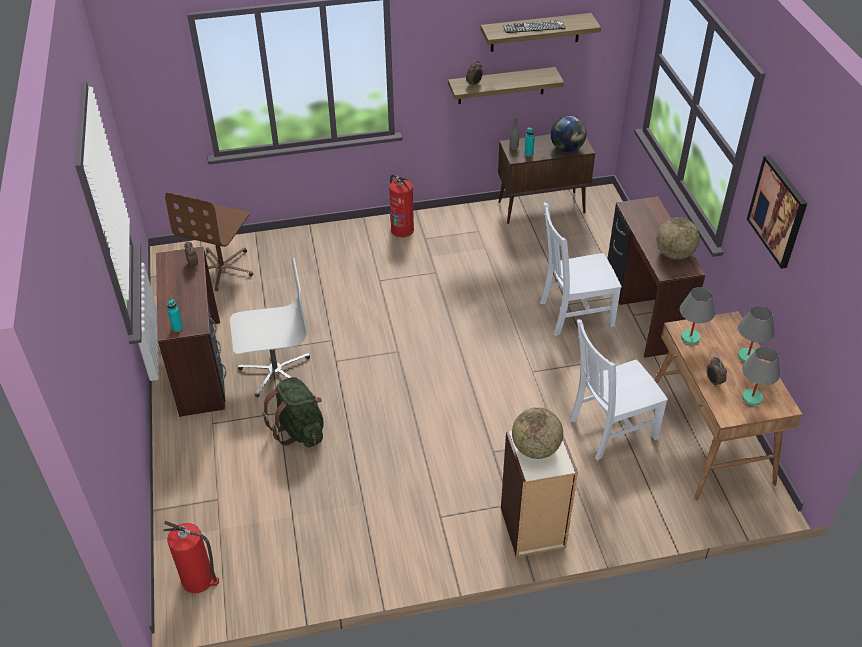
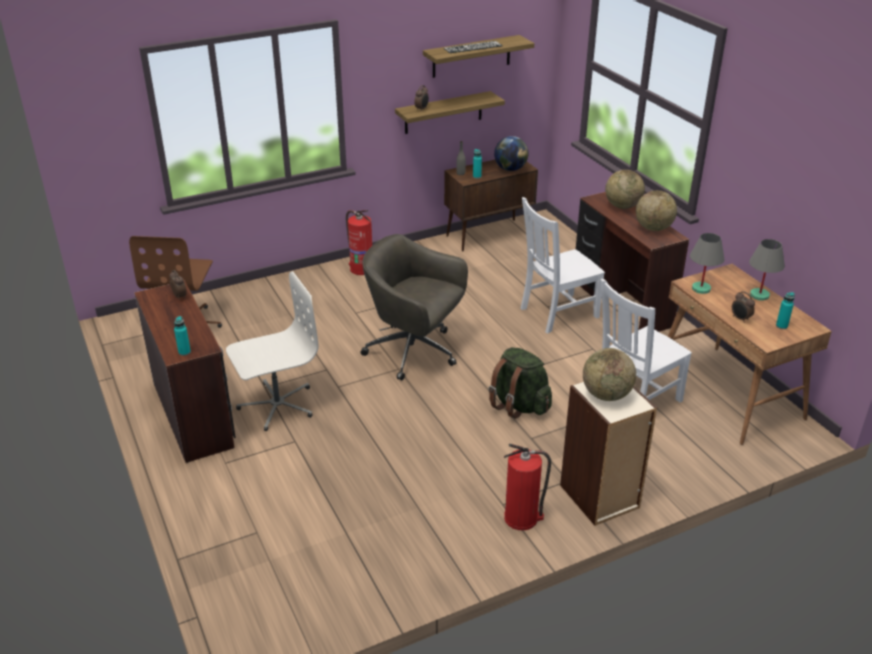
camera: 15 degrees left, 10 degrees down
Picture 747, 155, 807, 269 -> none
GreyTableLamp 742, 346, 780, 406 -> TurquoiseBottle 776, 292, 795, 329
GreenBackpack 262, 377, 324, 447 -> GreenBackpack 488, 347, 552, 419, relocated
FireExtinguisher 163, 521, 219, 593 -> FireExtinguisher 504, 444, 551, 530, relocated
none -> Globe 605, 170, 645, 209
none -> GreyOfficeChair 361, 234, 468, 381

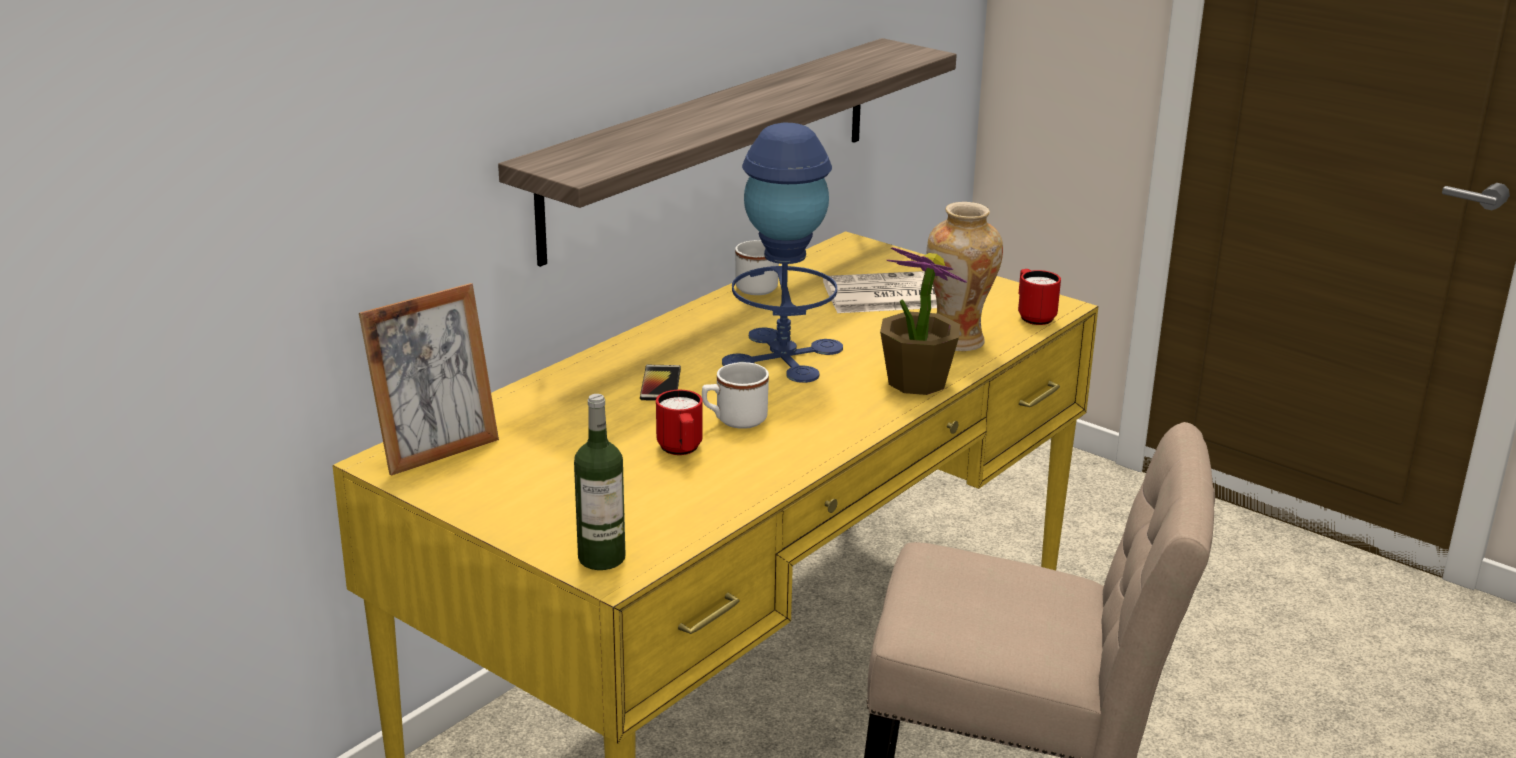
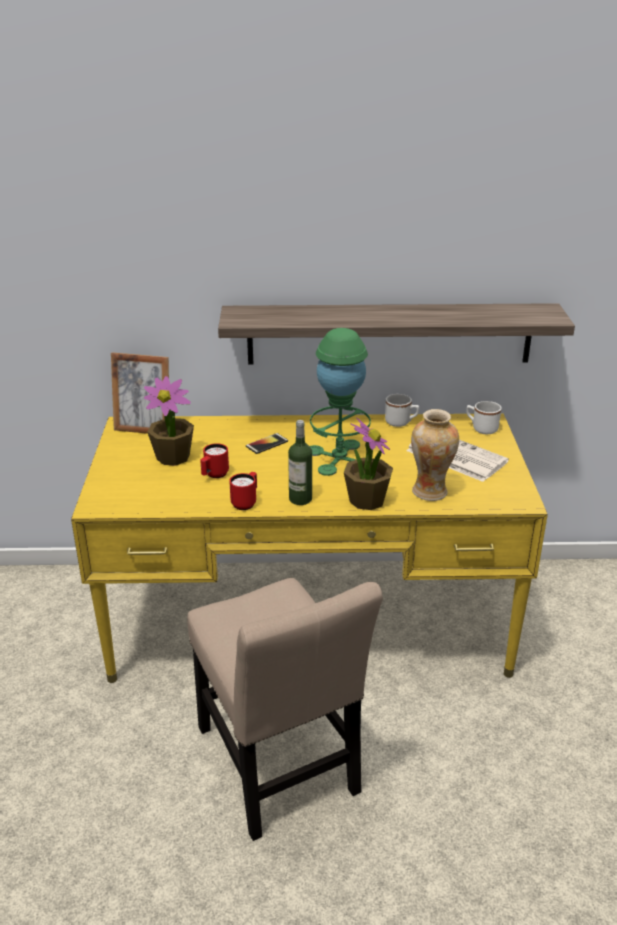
camera: 50 degrees right, 5 degrees up
BlueTableLamp 722, 123, 843, 383 -> GreenTableLamp 310, 328, 371, 476
RedMug 1018, 269, 1061, 325 -> RedMug 229, 472, 257, 510, relocated
WhiteMug 702, 362, 769, 429 -> WhiteMug 466, 401, 502, 434, relocated
Bottle 574, 394, 625, 570 -> Bottle 288, 420, 312, 505, relocated
none -> PottedPlant 144, 376, 194, 466

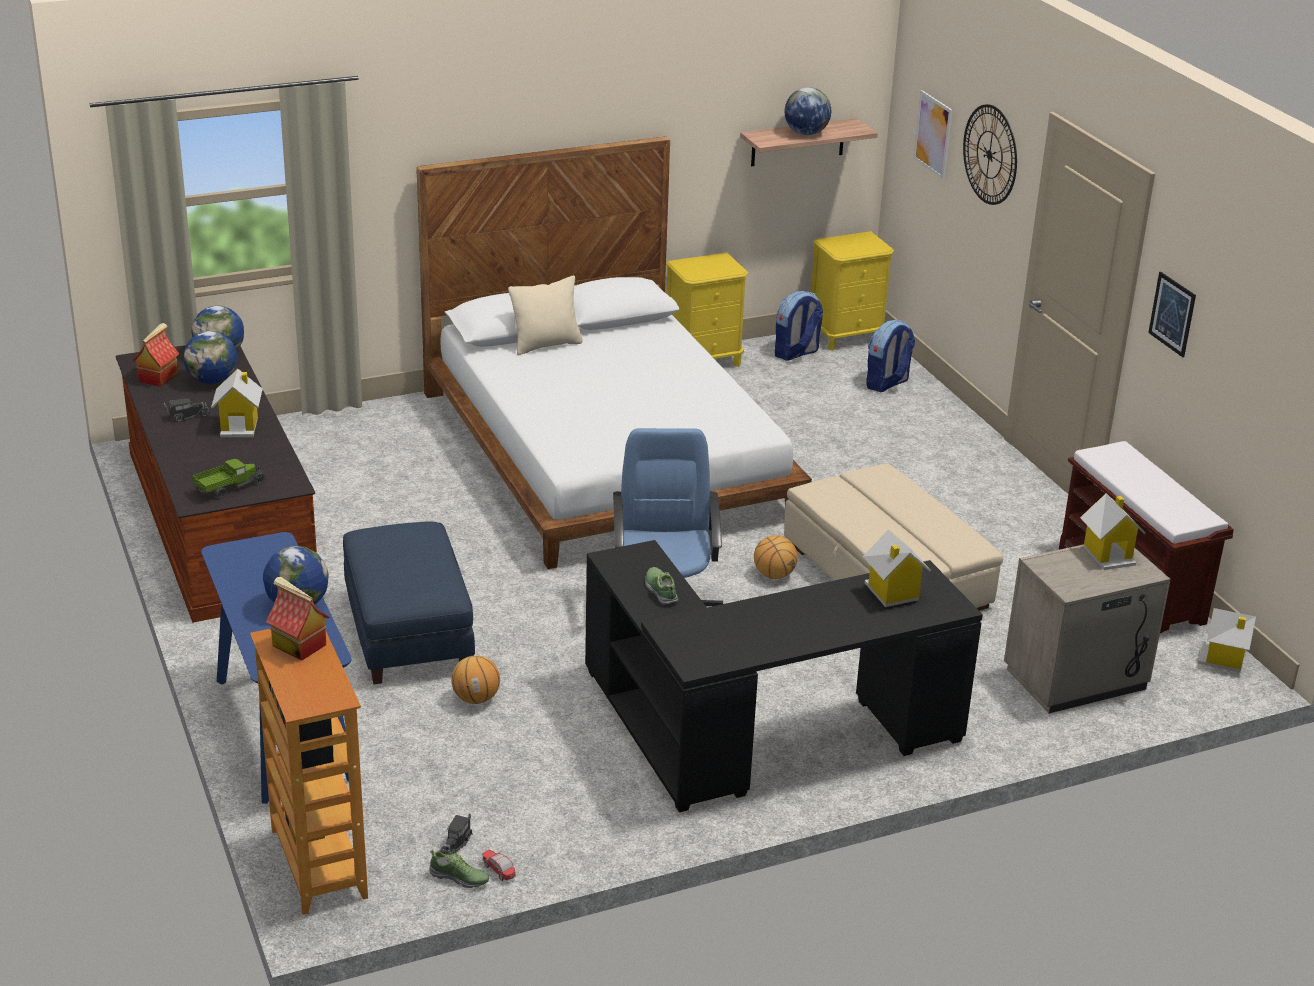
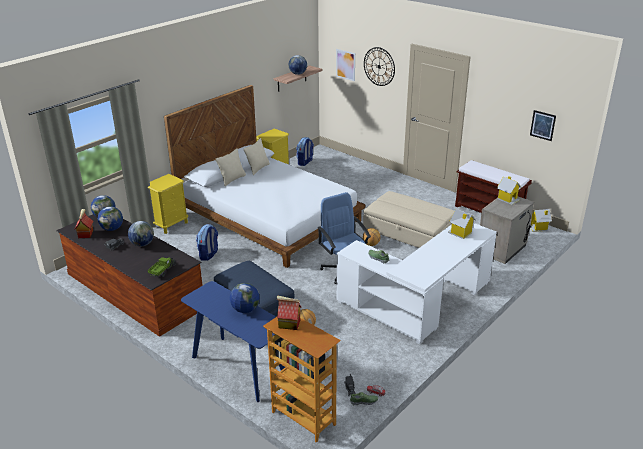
camera: 25 degrees left, 0 degrees up
YellowNightstand 811, 231, 894, 350 -> YellowNightstand 147, 174, 188, 234, relocated
Picture 1148, 272, 1196, 357 -> Picture 530, 110, 556, 141, relocated
Backpack 866, 320, 915, 392 -> Backpack 196, 224, 218, 261, relocated
ToyHouse 211, 369, 263, 437 -> Globe 128, 221, 154, 246
BlackDesk 585, 540, 983, 812 -> WhiteDesk 337, 223, 497, 344
none -> BeigePillow 244, 138, 270, 175

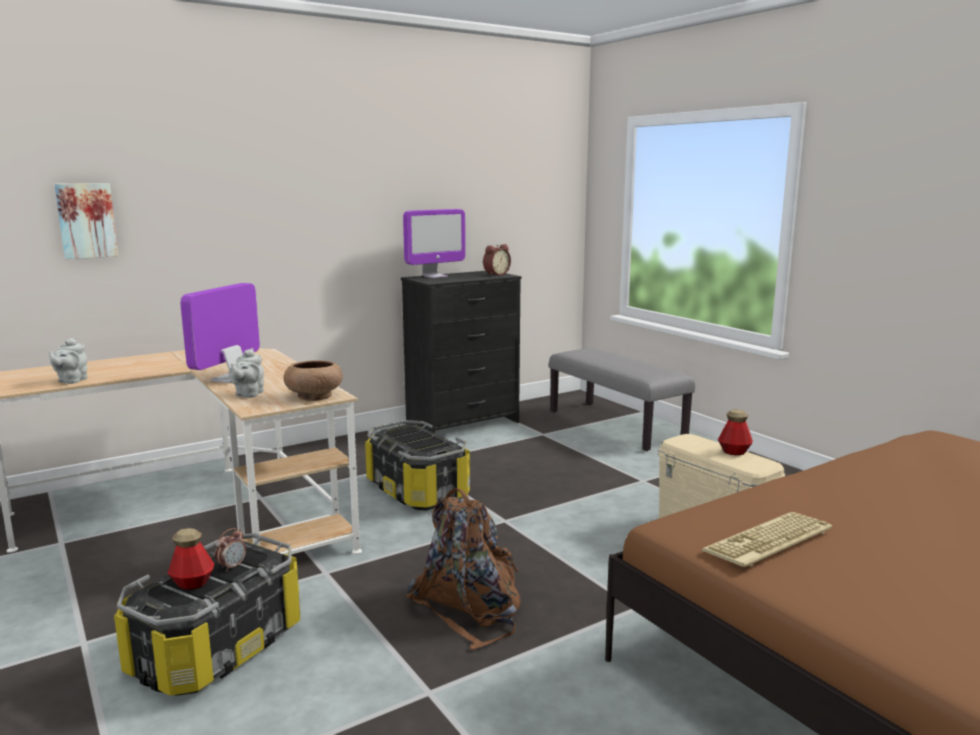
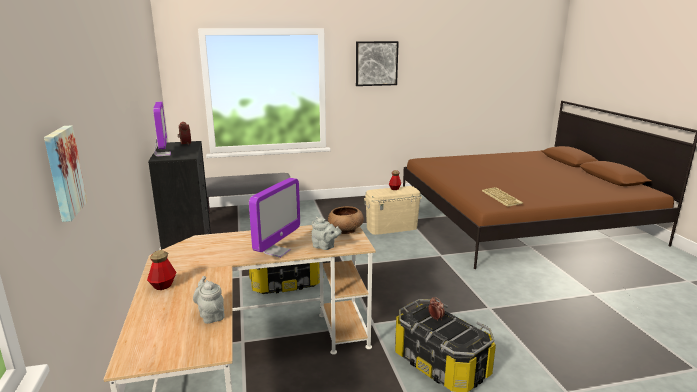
camera: 70 degrees left, 5 degrees up
Monitor 180, 283, 260, 383 -> Monitor 249, 178, 300, 258, 105 degrees counterclockwise
GreyTeapot 48, 337, 88, 384 -> GreyTeapot 193, 276, 225, 324, 150 degrees counterclockwise
BrownBackpack 407, 488, 521, 650 -> none
Bottle 167, 528, 214, 590 -> Bottle 147, 250, 176, 290, relocated
none -> Picture 356, 41, 399, 86

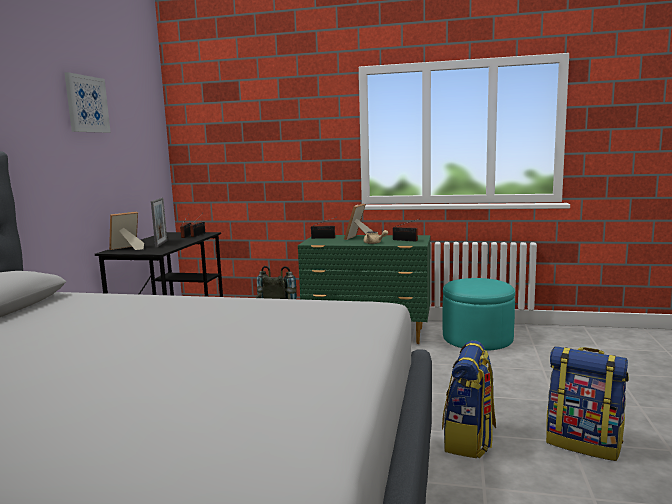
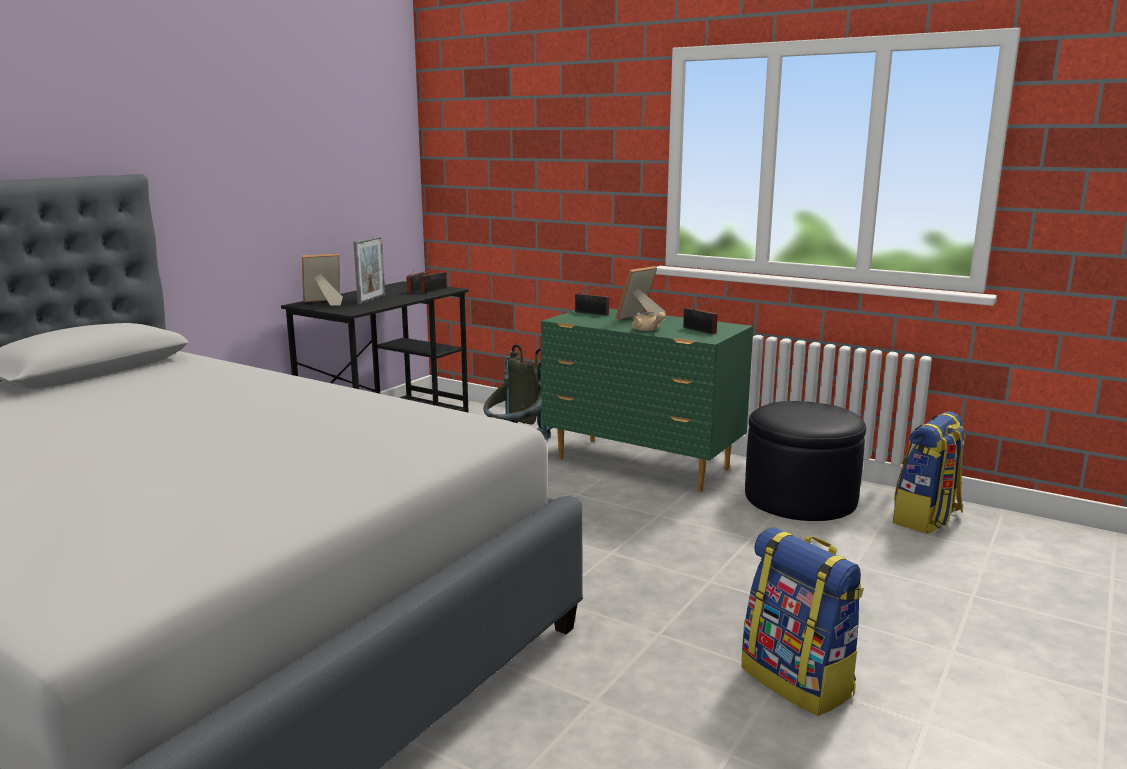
camera: 20 degrees right, 5 degrees up
Picture 65, 72, 111, 133 -> none
TurquoiseOttoman 442, 278, 515, 351 -> BlackOttoman 745, 401, 866, 521
Backpack 442, 340, 496, 458 -> Backpack 893, 411, 966, 534, relocated

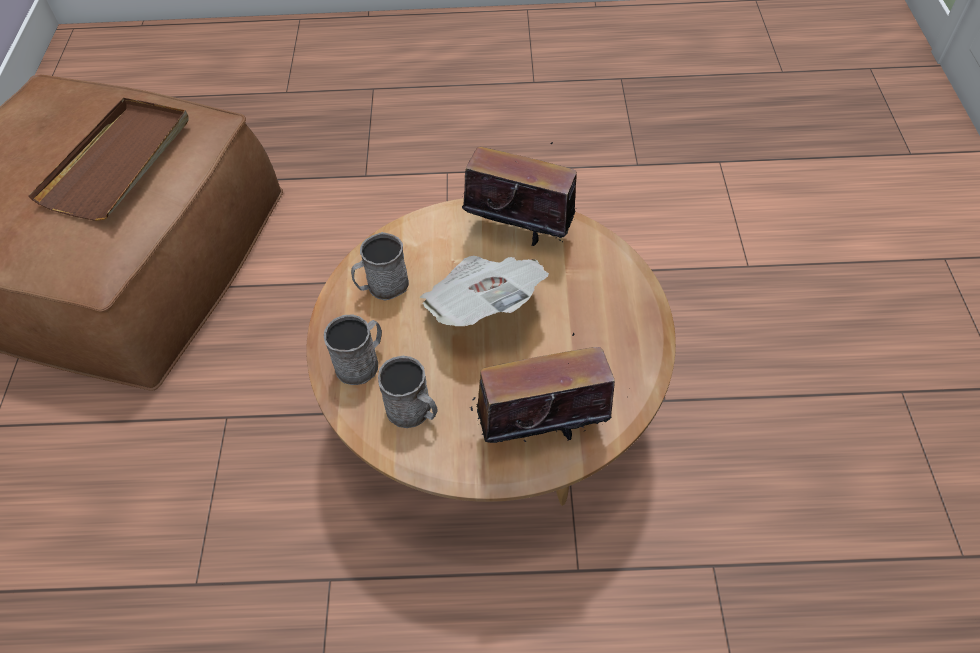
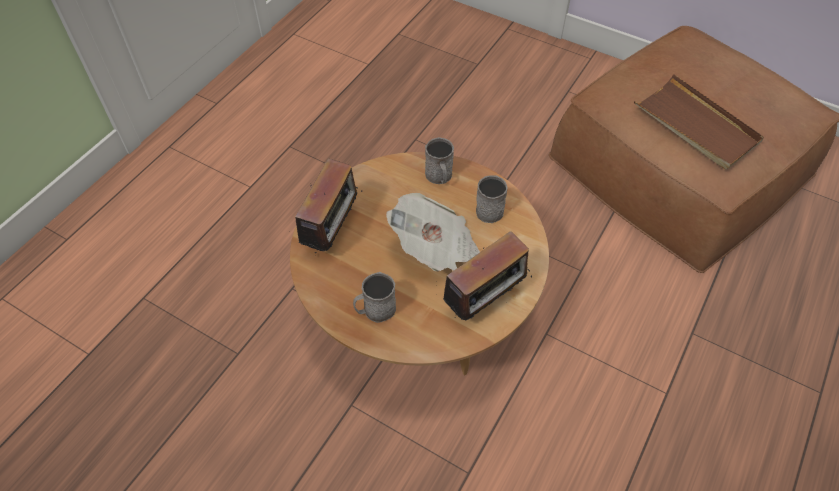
camera: 120 degrees right, 0 degrees up
GreyMug 378, 356, 438, 428 -> GreyMug 353, 272, 396, 323, relocated

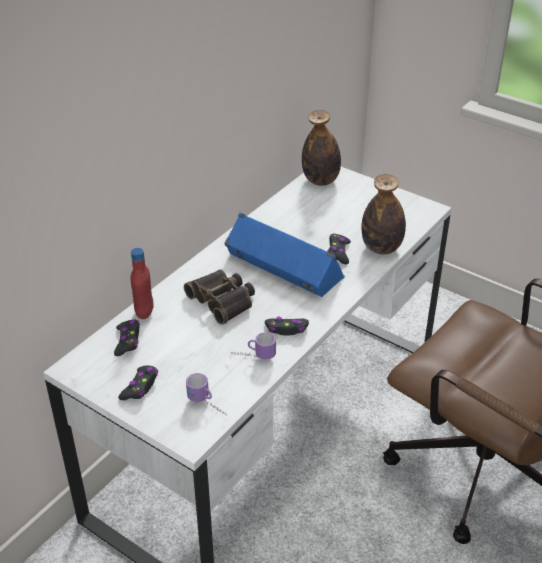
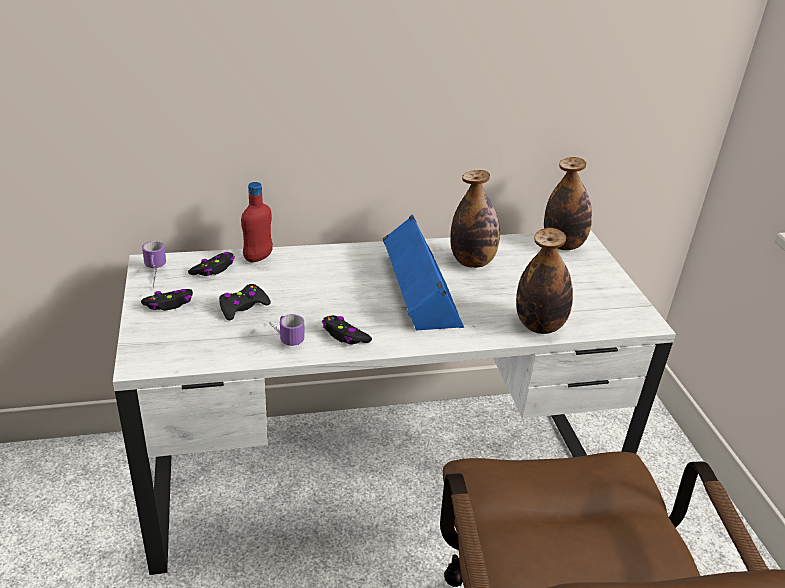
camera: 40 degrees right, 5 degrees down
BlackGameController 327, 233, 351, 264 -> BlackGameController 219, 284, 271, 321, relocated
Binoculars 184, 269, 255, 325 -> none
Mug 186, 373, 227, 416 -> Mug 142, 241, 166, 288, relocated
none -> Bottle 450, 170, 500, 268

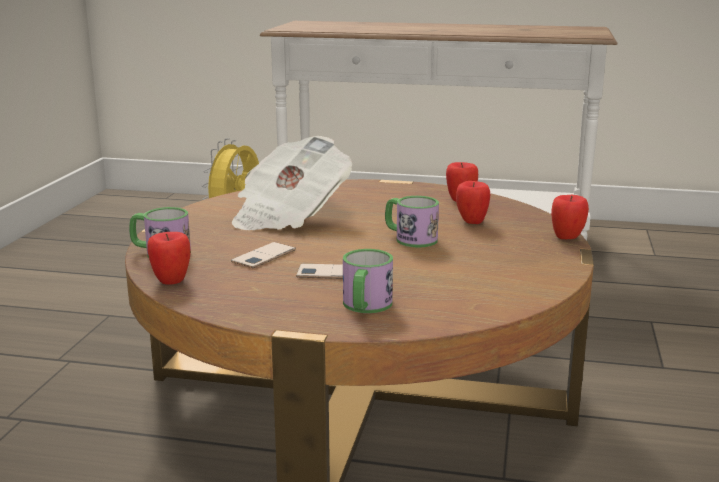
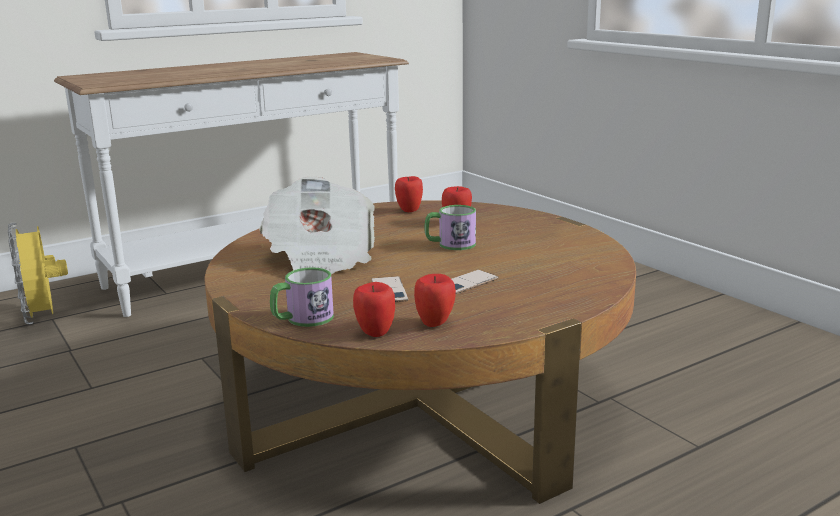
camera: 45 degrees left, 0 degrees up
Apple 551, 195, 589, 239 -> Apple 414, 274, 456, 327, relocated
Mug 343, 249, 393, 313 -> none

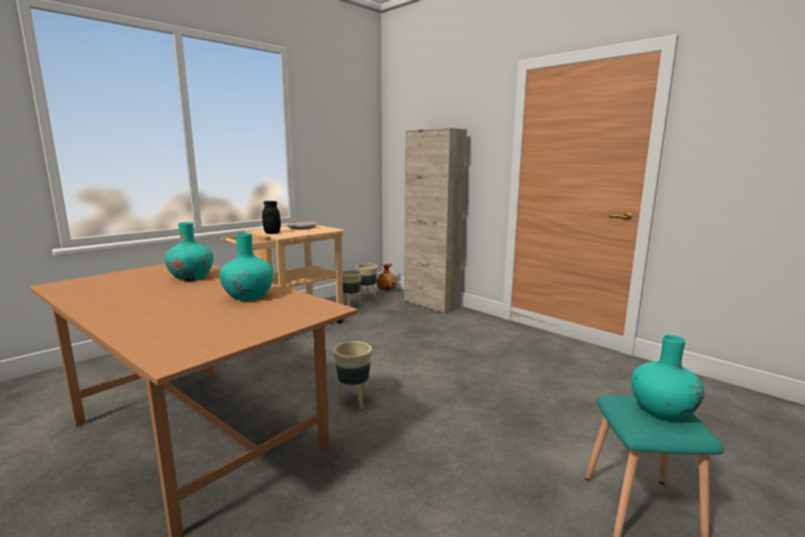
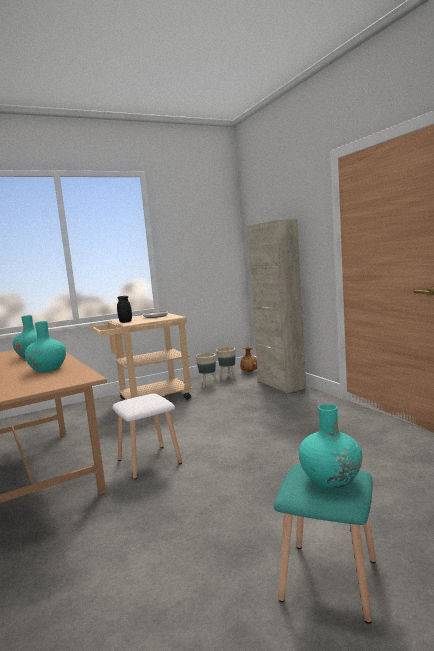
camera: 20 degrees right, 5 degrees down
BeigePlanter 334, 341, 372, 409 -> WhiteStool 112, 394, 182, 479

